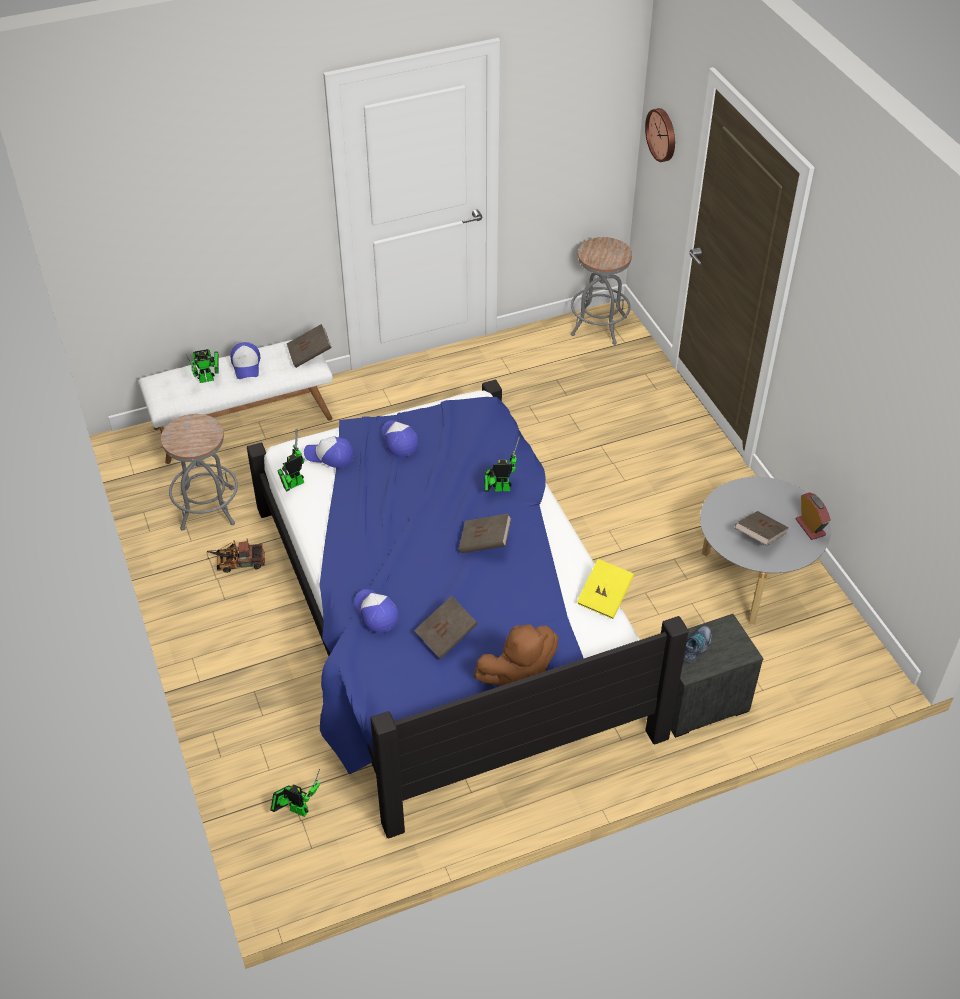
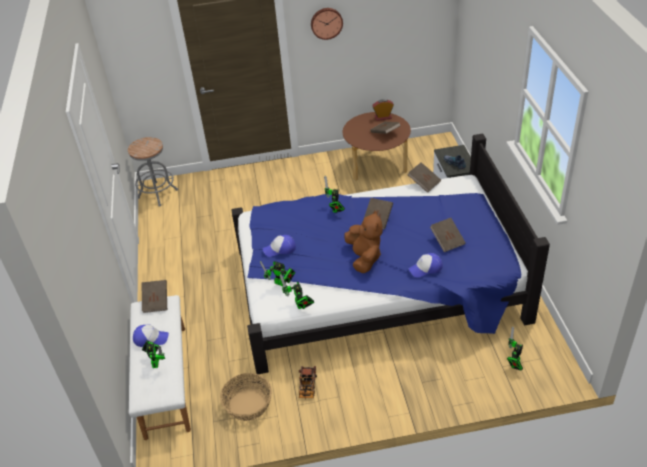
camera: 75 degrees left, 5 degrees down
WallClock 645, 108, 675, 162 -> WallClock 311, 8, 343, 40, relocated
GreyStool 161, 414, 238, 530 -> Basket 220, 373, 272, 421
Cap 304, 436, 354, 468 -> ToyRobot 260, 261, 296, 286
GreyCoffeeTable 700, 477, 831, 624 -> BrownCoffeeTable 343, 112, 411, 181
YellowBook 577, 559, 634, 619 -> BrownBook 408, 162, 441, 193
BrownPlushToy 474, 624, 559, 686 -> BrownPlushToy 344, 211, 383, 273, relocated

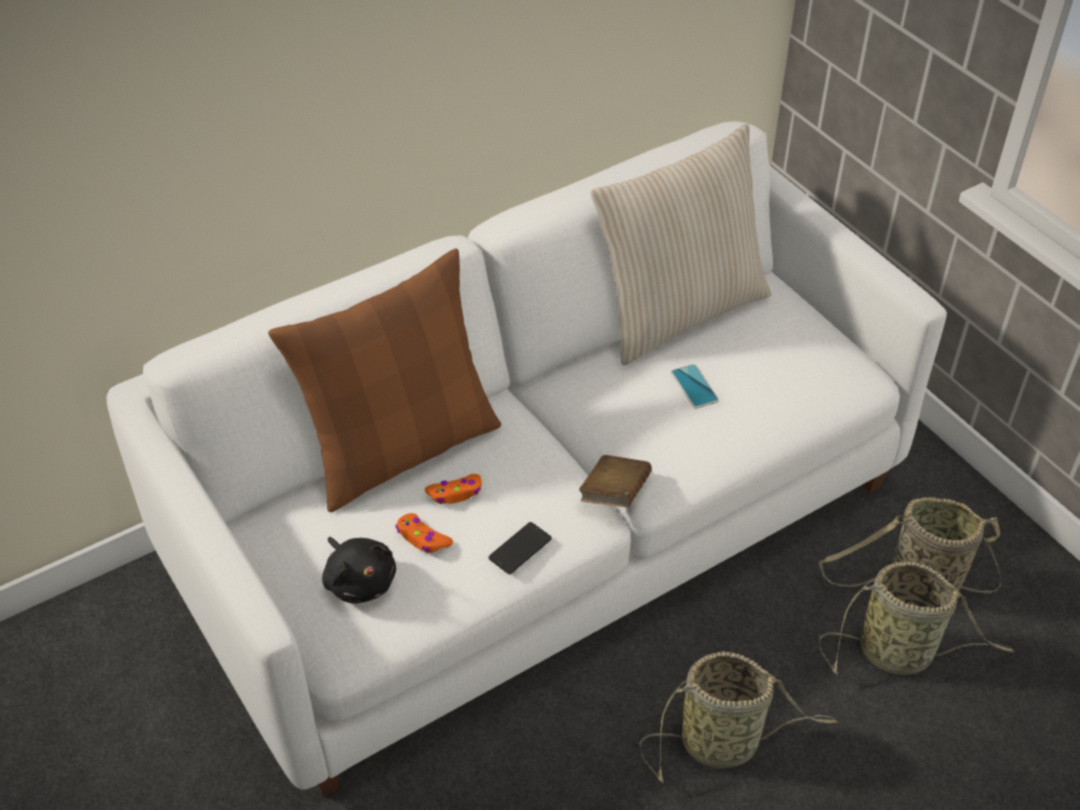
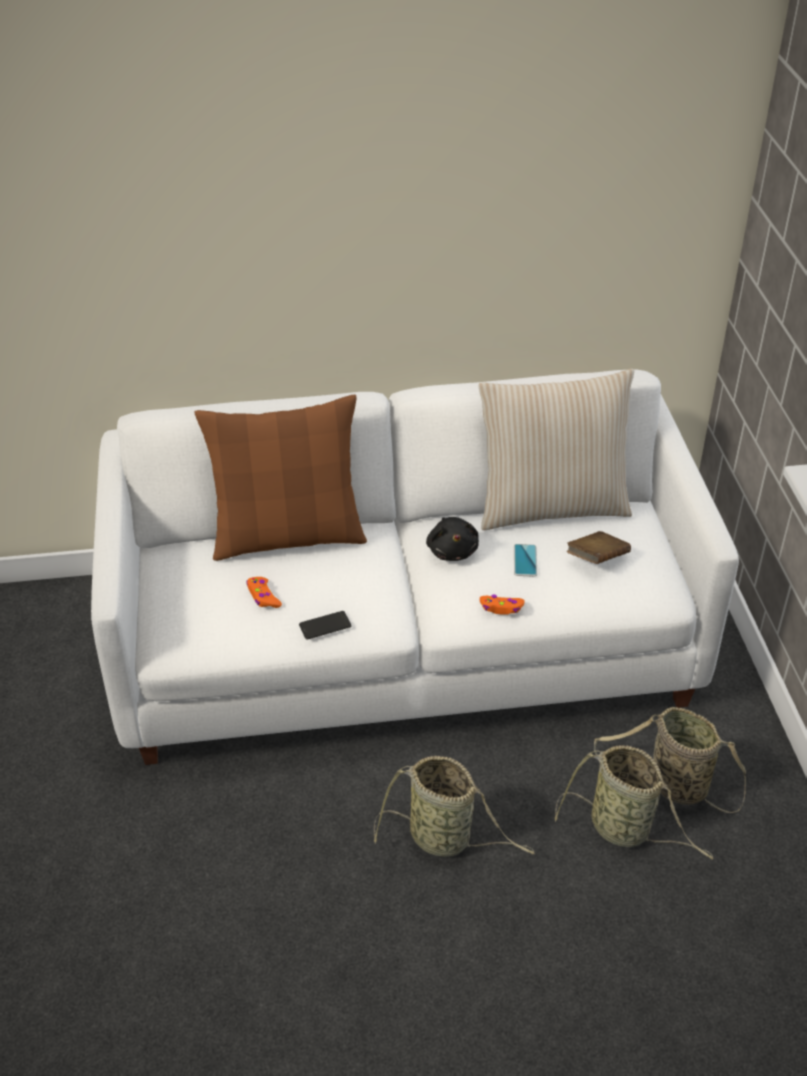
camera: 25 degrees right, 5 degrees down
BrownBook 579, 455, 652, 507 -> BrownBook 567, 531, 631, 564, relocated
OrangeGameController 425, 474, 482, 504 -> OrangeGameController 480, 595, 525, 615, relocated
BlackPlushToy 322, 537, 396, 604 -> BlackPlushToy 426, 517, 479, 561, relocated

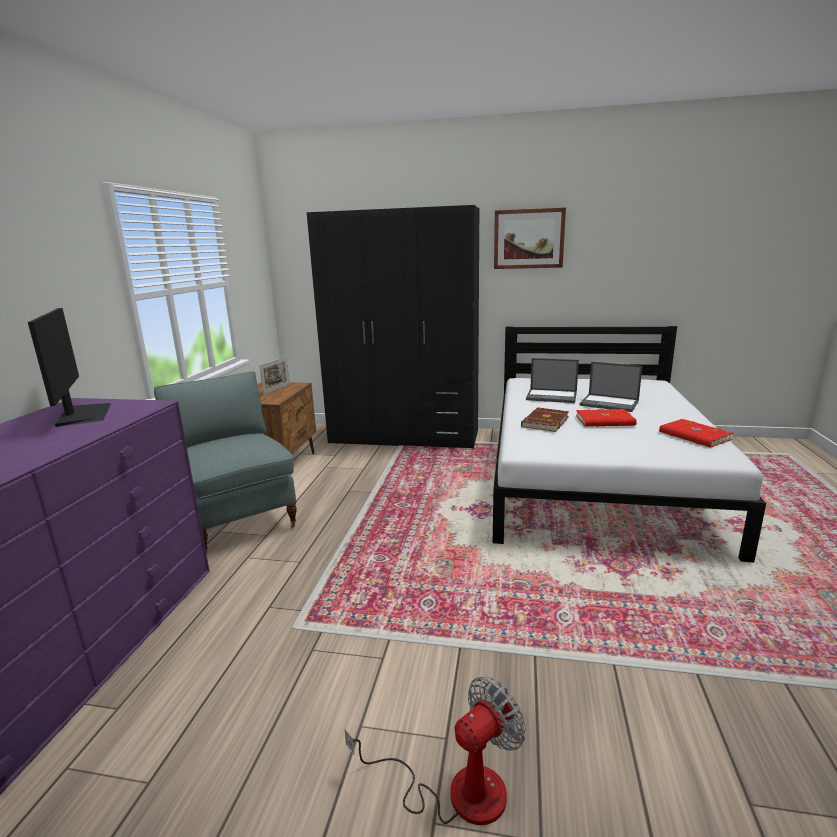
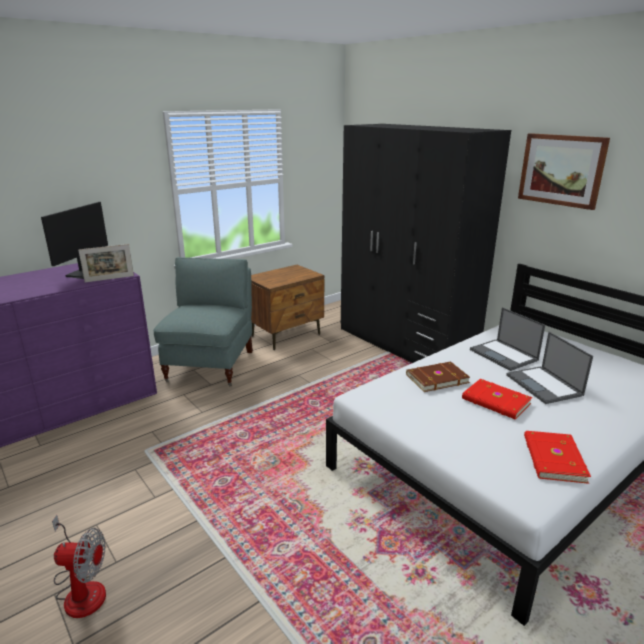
camera: 40 degrees right, 5 degrees up
PictureFrame 259, 357, 290, 395 -> PictureFrame 78, 244, 134, 282, relocated

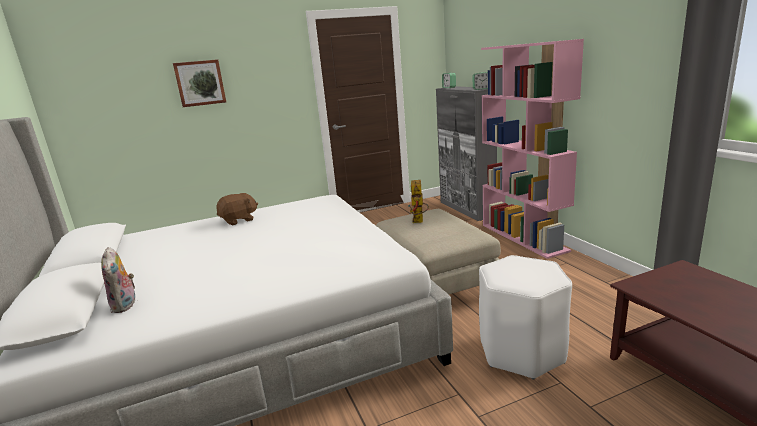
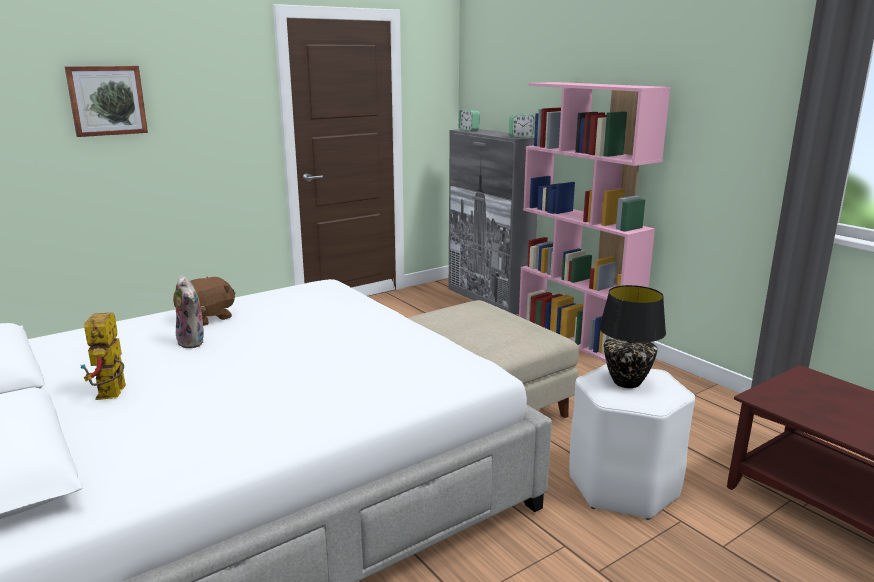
camera: 15 degrees left, 0 degrees up
ToyRobot 408, 180, 429, 223 -> ToyRobot 81, 313, 126, 400, relocated
PlushToy 101, 247, 135, 313 -> PlushToy 175, 276, 206, 348, relocated
none -> BlackTableLamp 599, 285, 666, 388

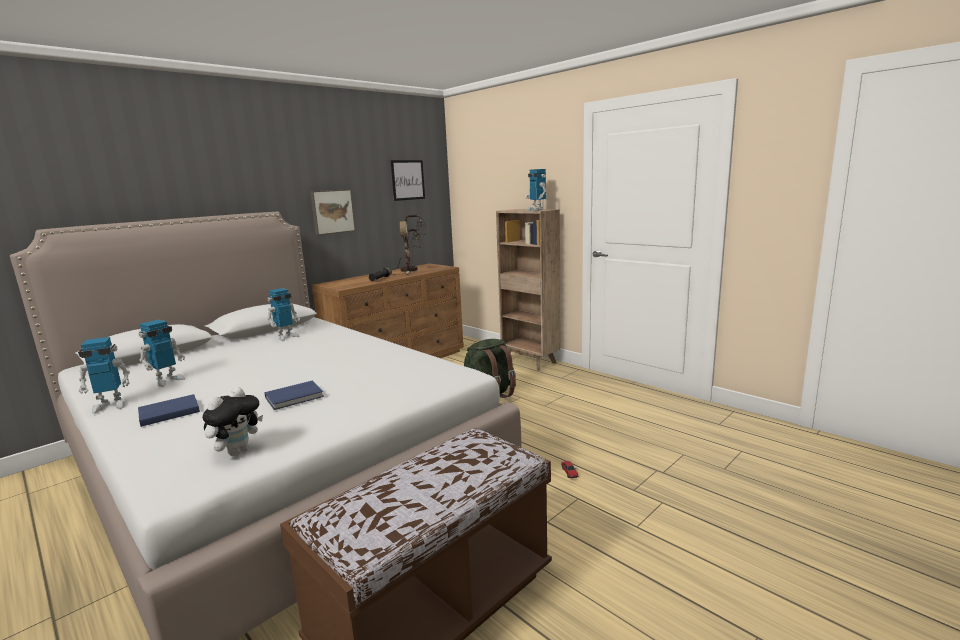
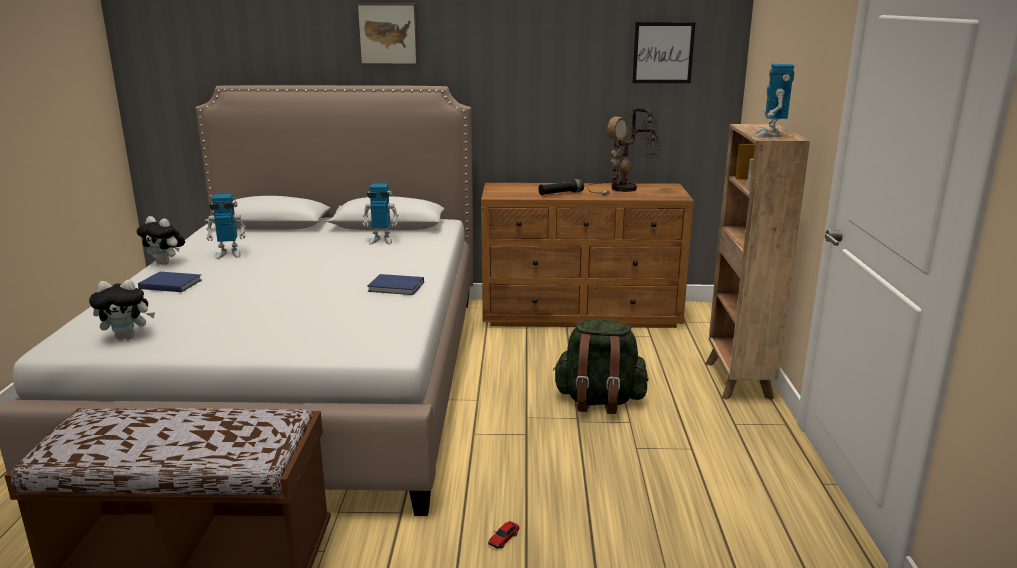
camera: 45 degrees right, 5 degrees up
Picture 310, 189, 355, 235 -> Picture 357, 4, 418, 64, relocated
ToyRobot 78, 337, 130, 414 -> PlushToy 137, 216, 185, 265
BlueBook 264, 381, 324, 410 -> BlueBook 367, 274, 424, 295, relocated

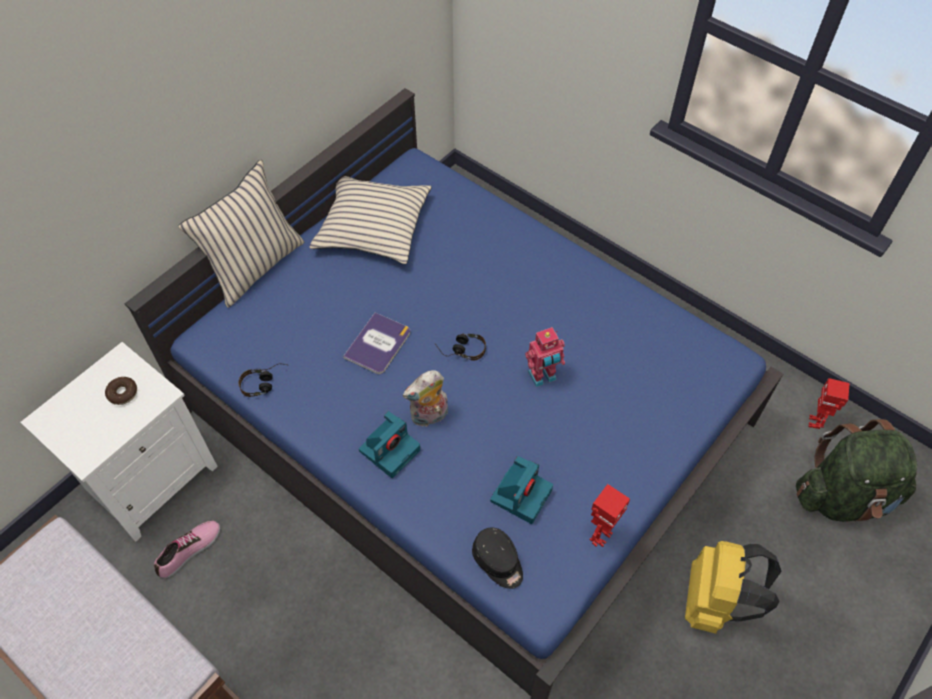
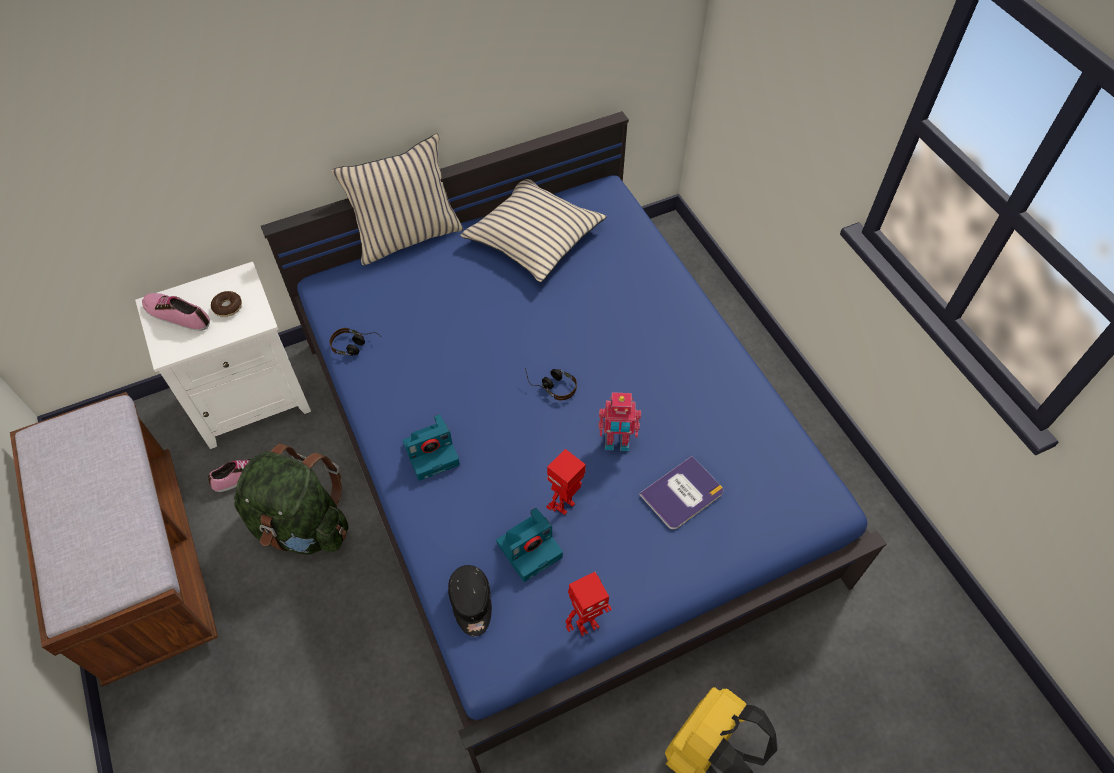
camera: 25 degrees right, 0 degrees up
Book 343, 312, 410, 374 -> Book 639, 456, 723, 530, relocated
PlushToy 403, 370, 448, 427 -> none
ToyRobot 808, 378, 850, 429 -> ToyRobot 546, 449, 586, 515, relocated
GreenBackpack 796, 419, 917, 522 -> GreenBackpack 234, 444, 349, 555, relocated
none -> Shoe 142, 293, 210, 331

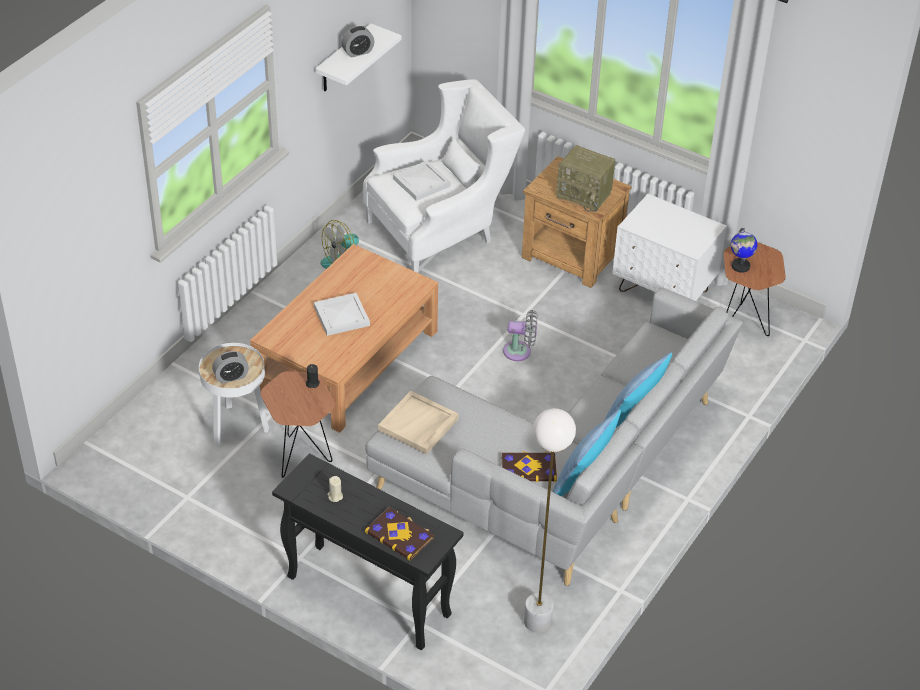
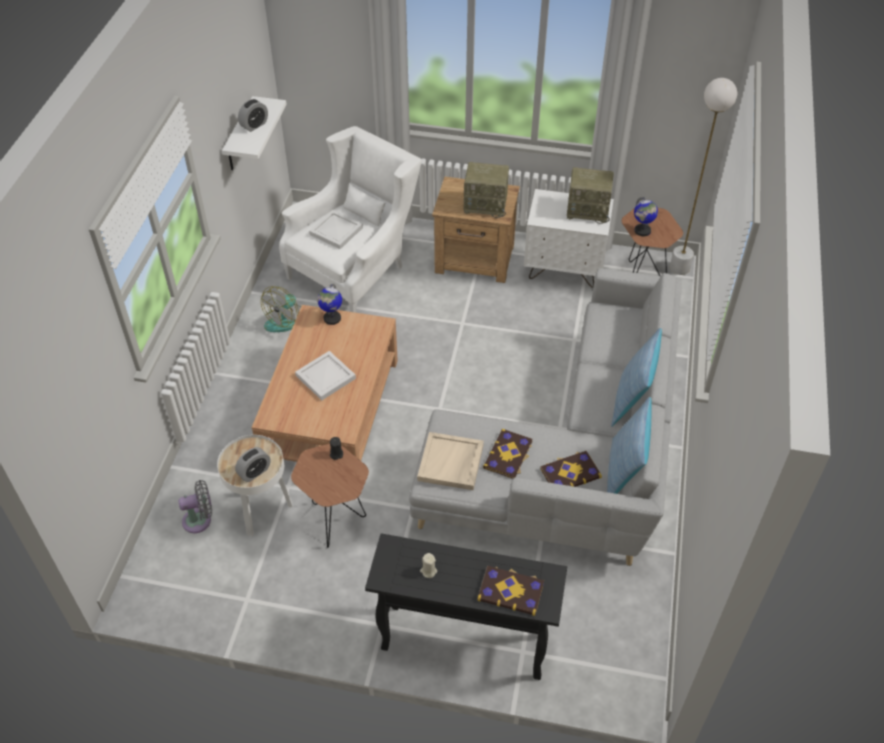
camera: 20 degrees left, 5 degrees up
GreyFan 503, 310, 538, 361 -> GreyFan 178, 480, 212, 533, relocated
WhiteFloorLamp 524, 408, 576, 633 -> WhiteFloorLamp 670, 78, 737, 275, relocated
none -> Radio 567, 167, 614, 224
none -> Globe 317, 284, 342, 325
none -> Book 483, 429, 533, 479

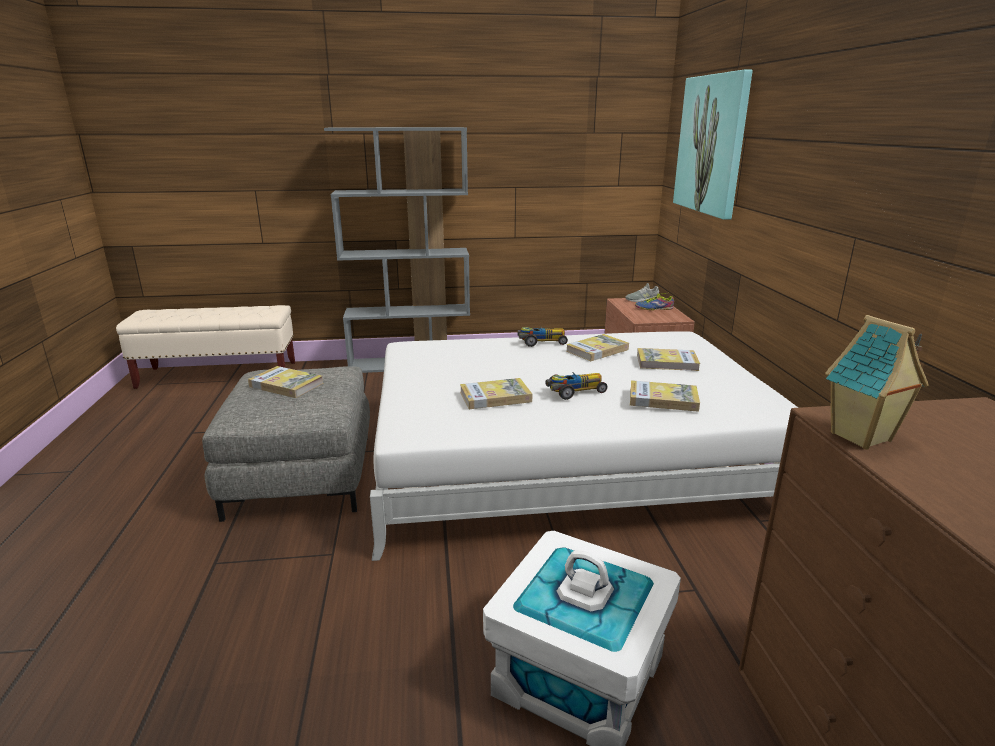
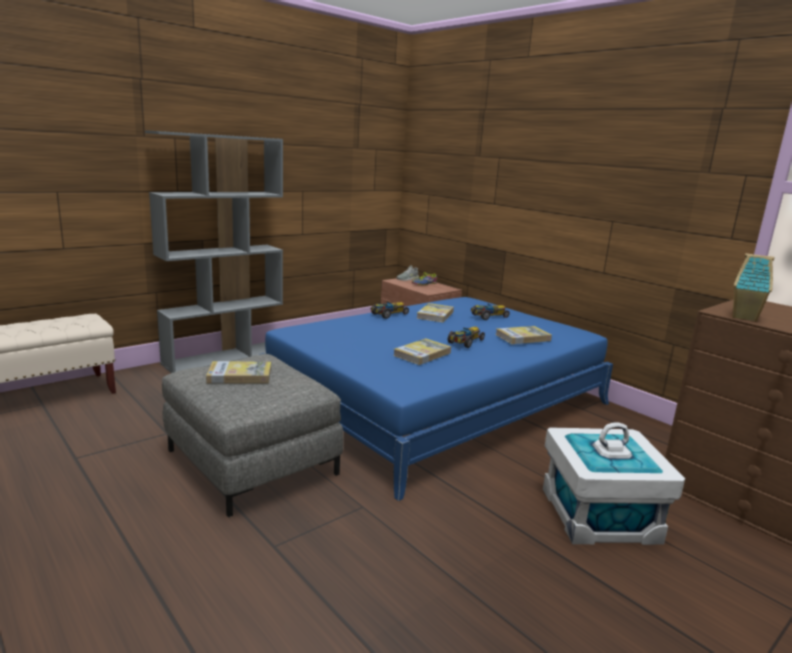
camera: 35 degrees left, 5 degrees down
Picture 673, 70, 753, 220 -> none
WhiteBed 370, 331, 798, 561 -> BlueBed 258, 297, 613, 501
Book 637, 348, 700, 371 -> ToyCar 471, 304, 510, 320

